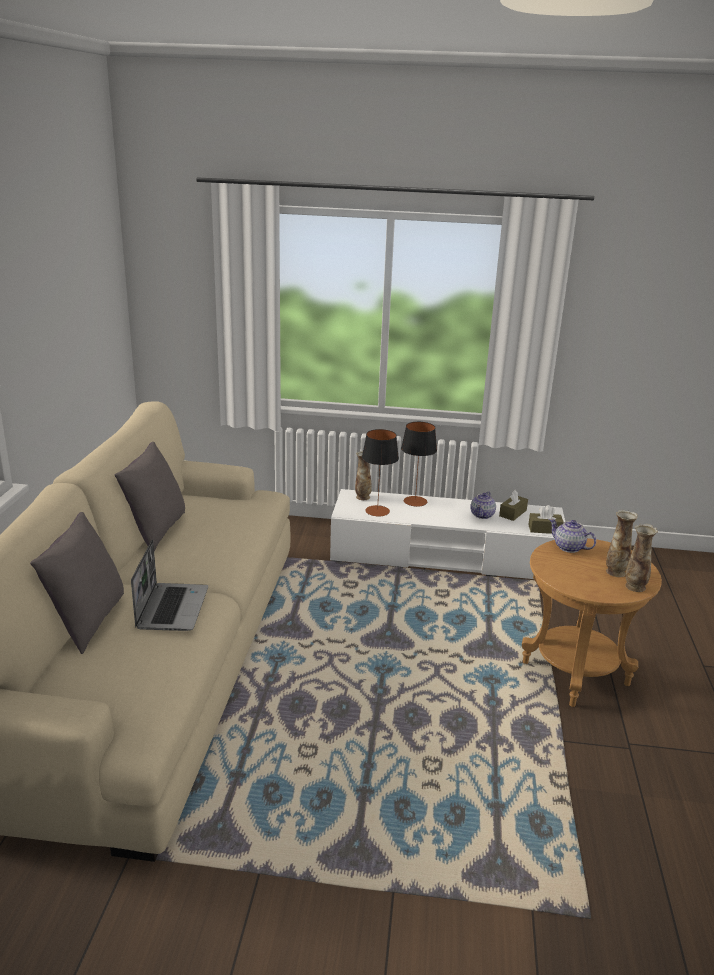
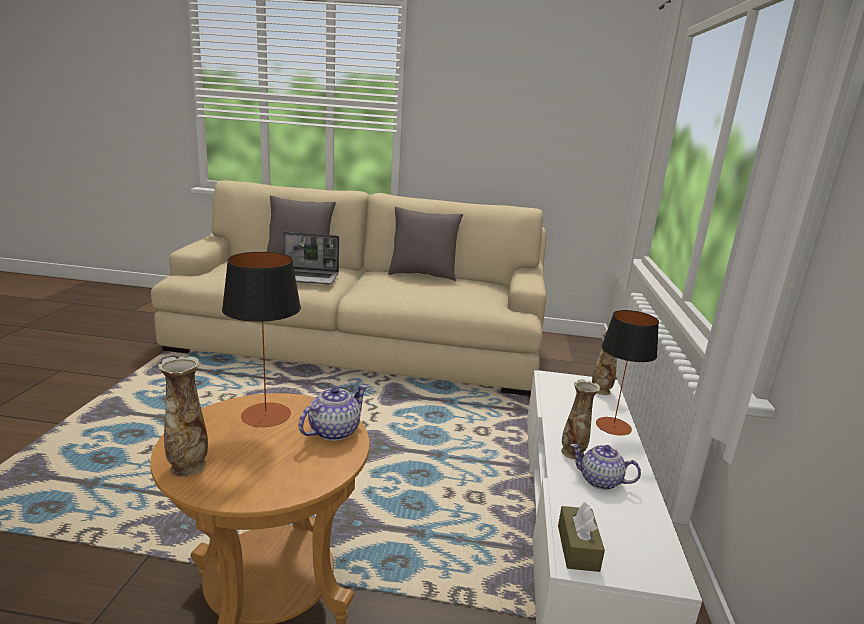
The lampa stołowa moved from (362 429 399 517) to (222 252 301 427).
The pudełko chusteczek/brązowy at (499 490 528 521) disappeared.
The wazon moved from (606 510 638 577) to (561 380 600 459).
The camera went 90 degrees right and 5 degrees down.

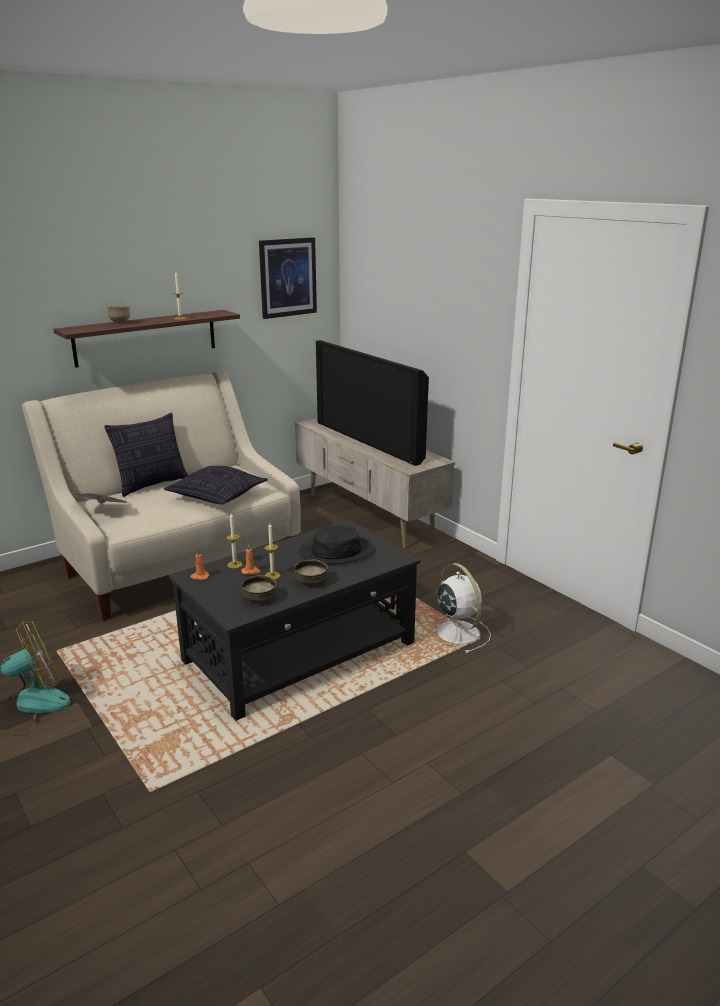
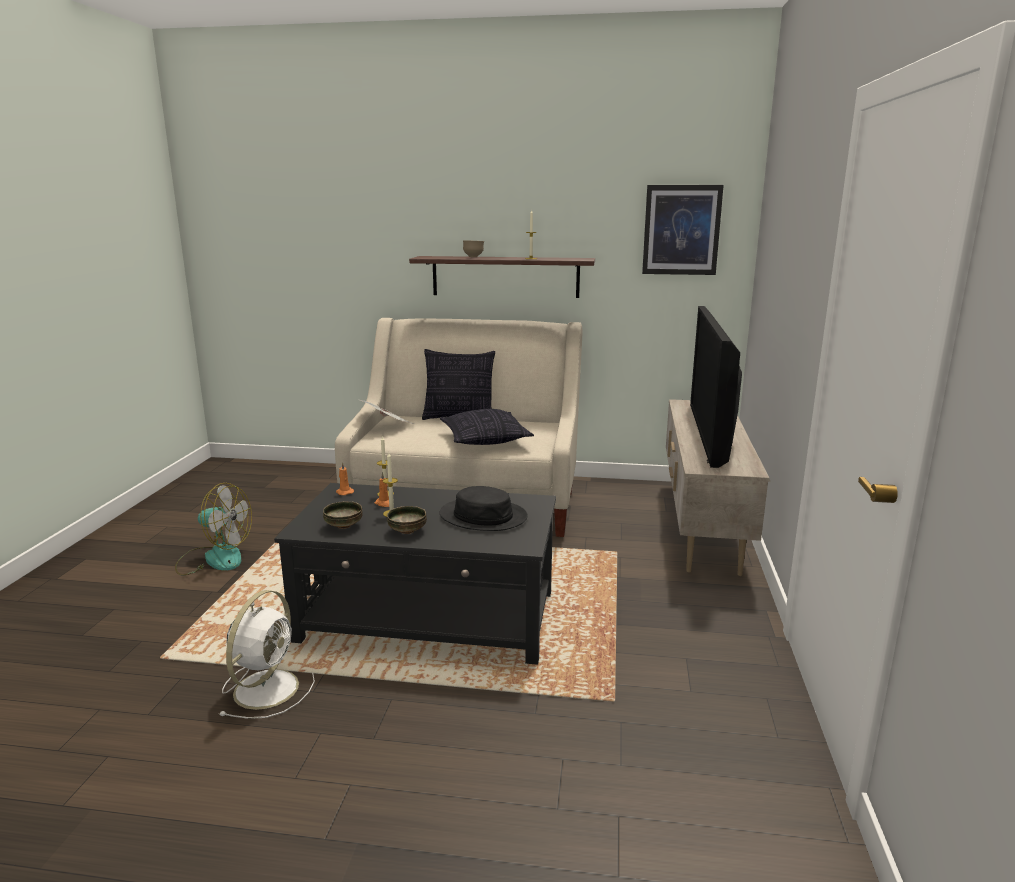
The wentylator/biały moved from (431 563 491 653) to (220 590 315 719).
The camera went 45 degrees right and 5 degrees down.

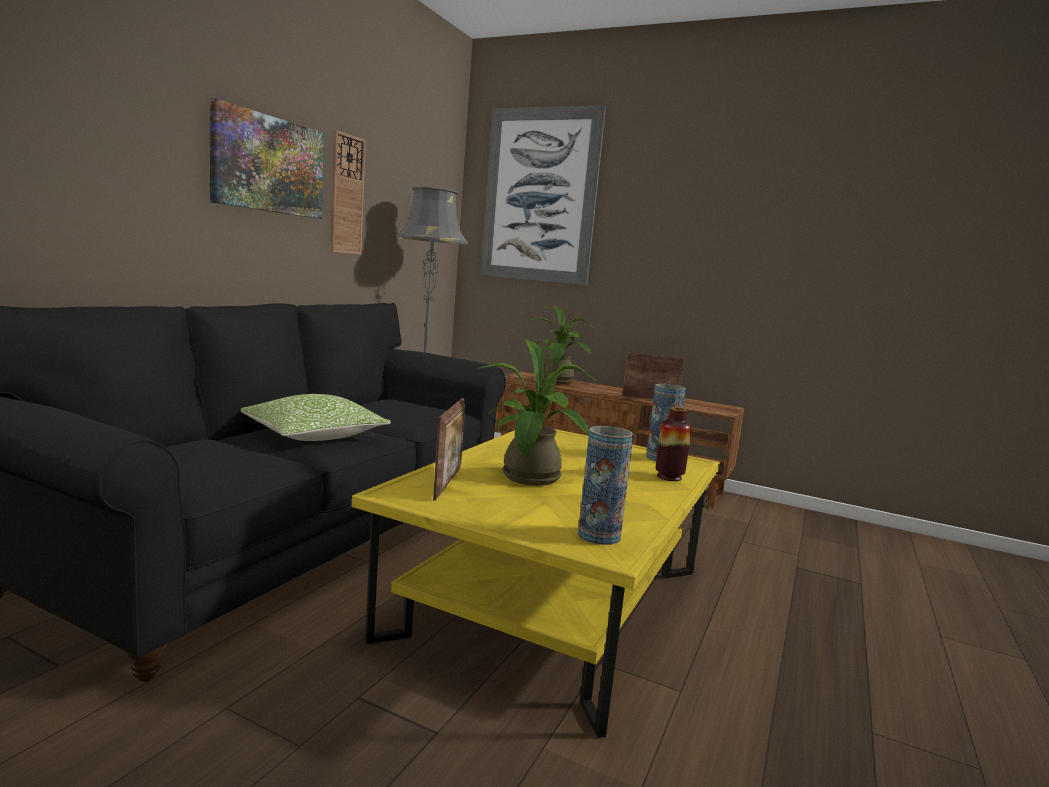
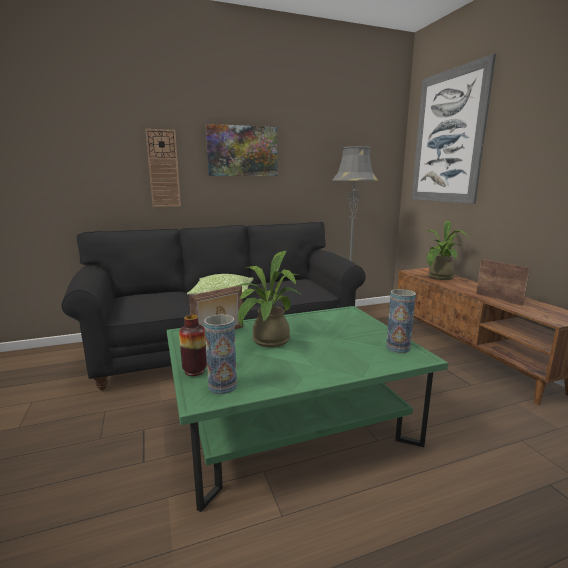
The zegar ścienny moved from (330 130 366 255) to (145 129 181 207).
The ława/żółty at (352 429 720 738) became the ława/zielony at (167 306 448 512).
The wazon moved from (656 407 692 481) to (179 315 207 376).
The camera went 45 degrees right and 5 degrees up.

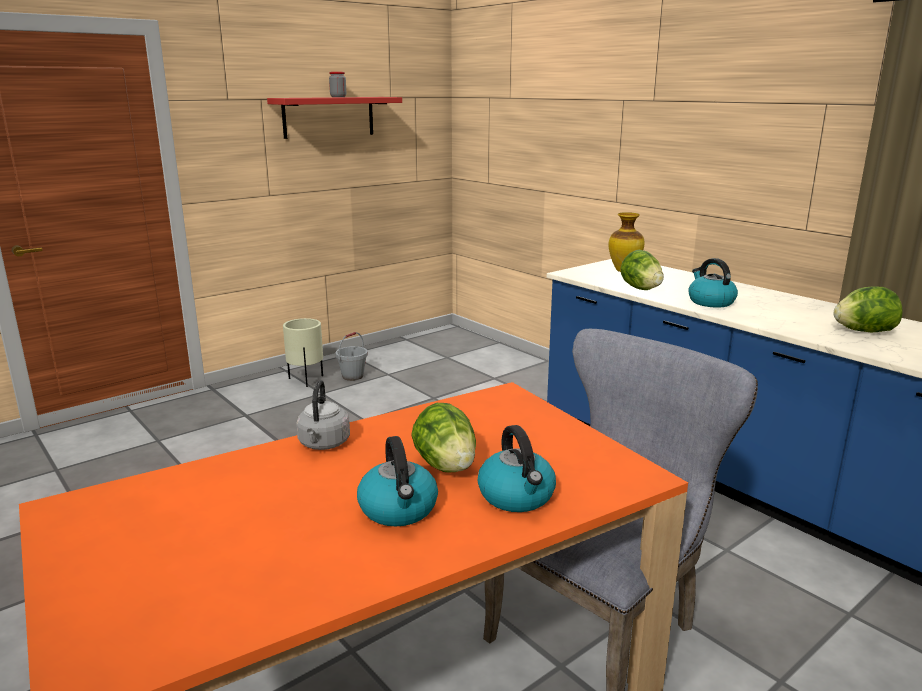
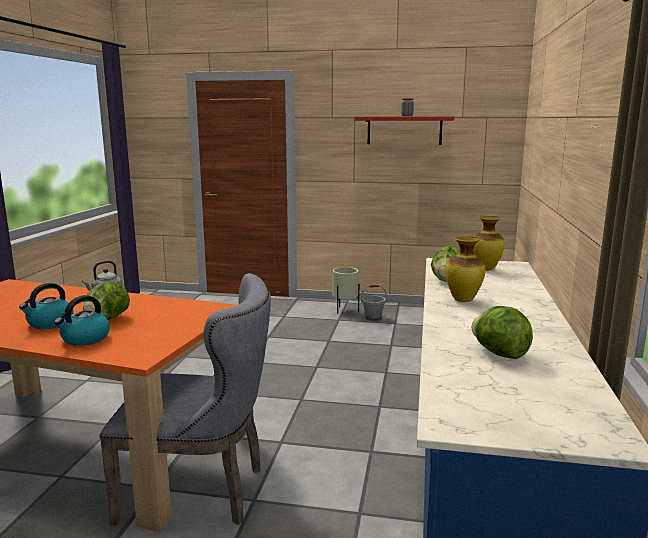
The czajnik at (688 258 738 307) was replaced by the wazon at (445 236 485 302).
The camera went 50 degrees right and 5 degrees down.

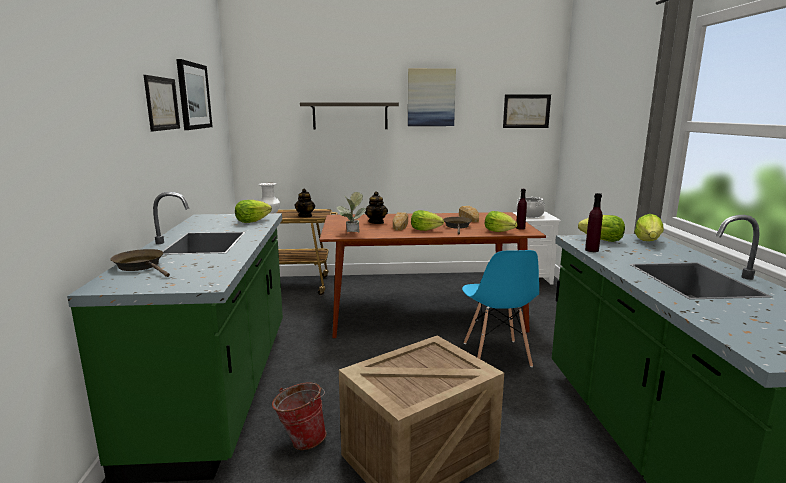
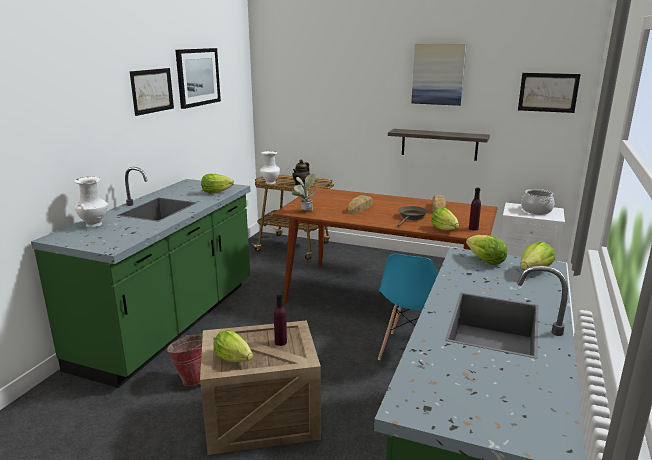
The patelnia/brązowy at (110 249 170 277) was replaced by the wazon/biały at (74 176 108 228).
The półka moved from (300 102 399 130) to (388 129 490 161).
The imbryk at (365 191 388 224) disappeared.
The sałata moved from (411 210 444 231) to (214 330 253 362).
The butelka/fioletowy moved from (585 193 603 252) to (274 293 287 346).
The camera went 25 degrees right and 5 degrees up.

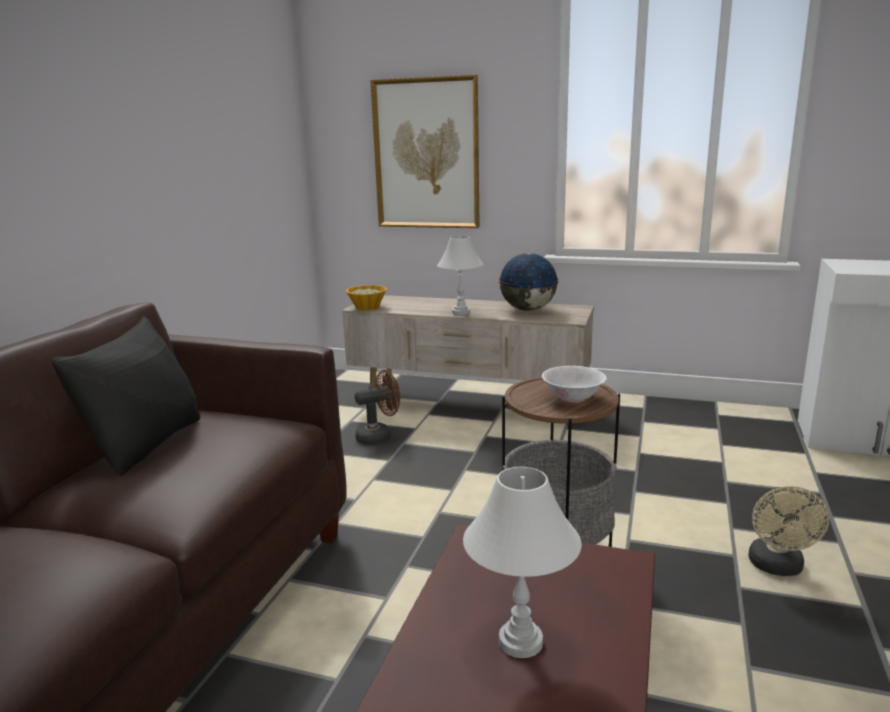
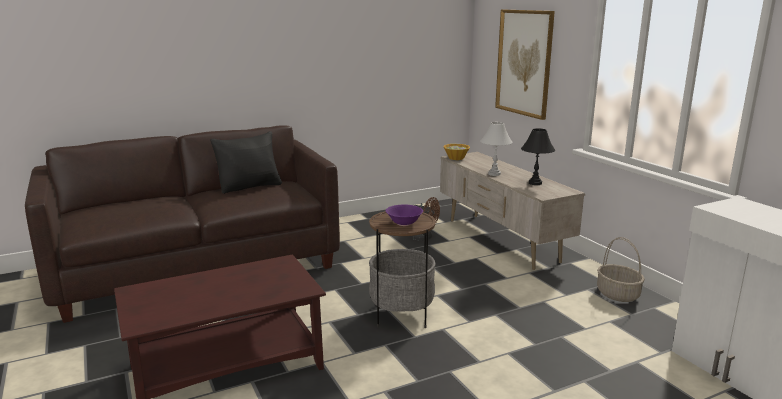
The lampa stołowa/biały at (463 467 582 658) disappeared.
The globus at (499 253 559 311) was replaced by the lampa stołowa/czarny at (521 128 555 185).
The miska/biały at (542 366 607 403) became the miska/fioletowy at (386 205 423 226).
The wentylator/beżowy at (748 486 829 576) disappeared.
The koszyk at (597 237 645 302) appeared.
The camera went 45 degrees right and 0 degrees up.

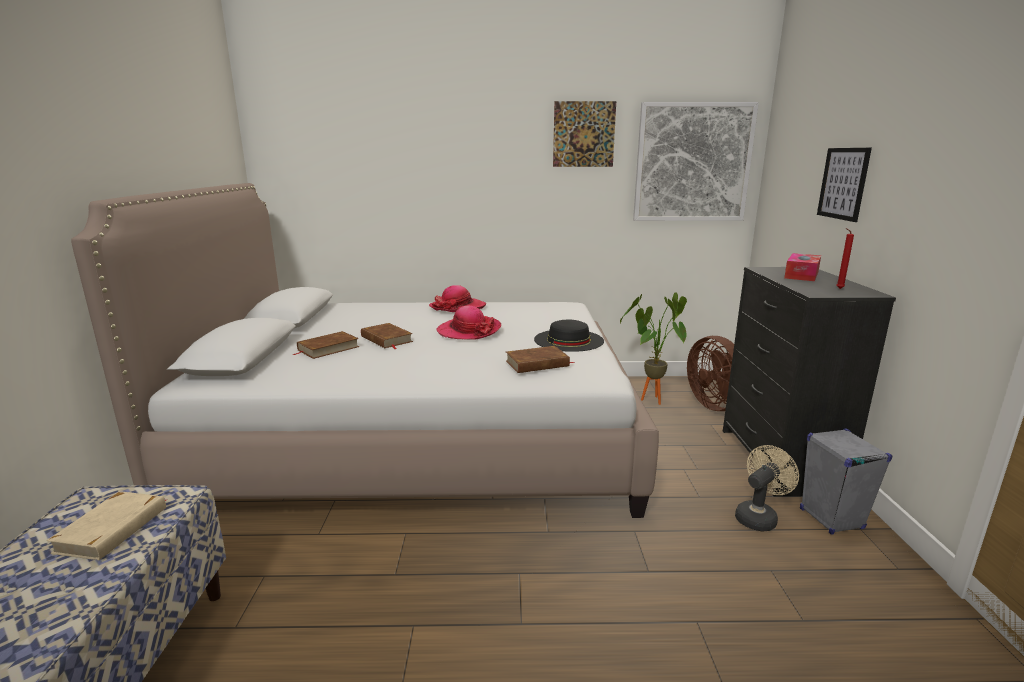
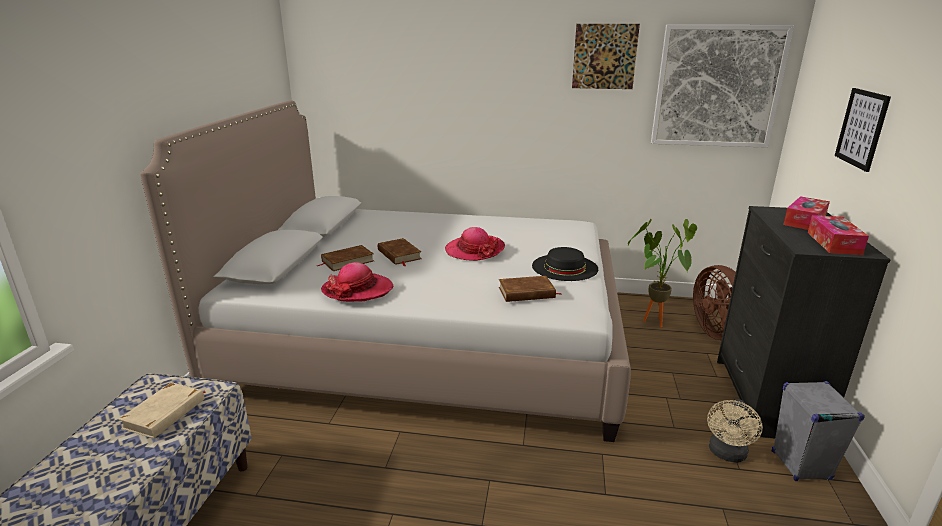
The kapelusz moved from (429 285 486 312) to (321 262 393 302).
The wentylator/beżowy at (735 445 799 532) turned 150 degrees clockwise.
The świeca/czerwony at (837 228 854 289) was replaced by the pudełko chusteczek at (808 215 869 255).
The camera went 10 degrees right and 5 degrees up.

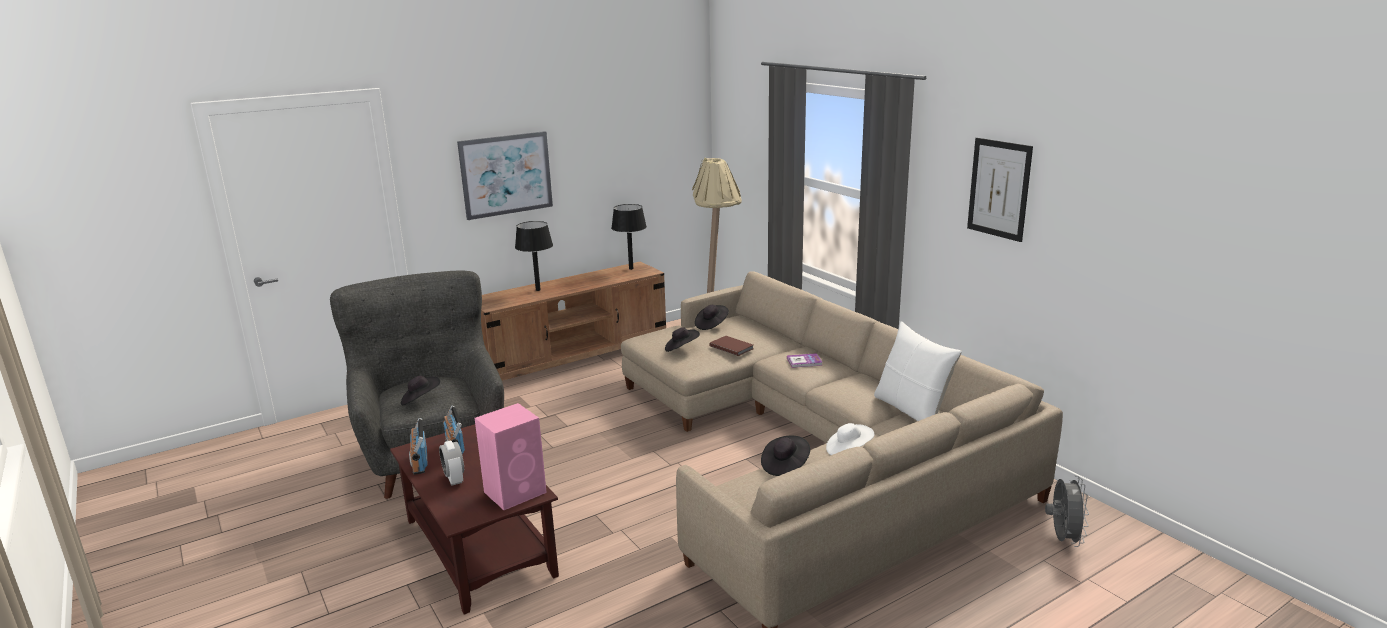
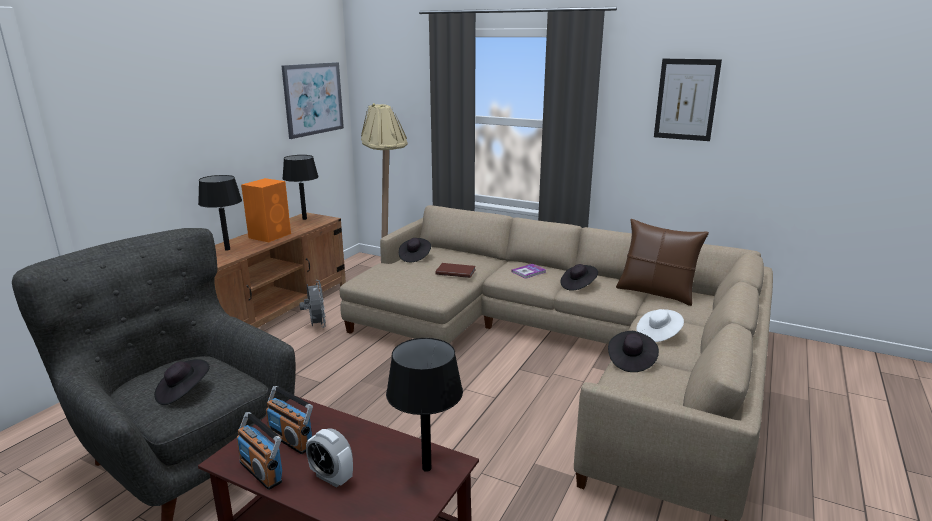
The obraz moved from (457 131 553 220) to (281 62 344 139).
The głośnik/różowy at (475 403 547 510) was replaced by the lampa stołowa/czarny at (386 338 463 472).
The kapelusz/czarny moved from (665 327 700 352) to (560 264 598 290).
The poduszka/biały at (874 321 962 421) became the poduszka/brązowy at (616 219 709 306).
The wentylator/szary moved from (1045 476 1089 547) to (299 280 326 328).
The głośnik/pomarańczowy at (241 178 291 242) appeared.
The camera went 30 degrees left and 0 degrees up.

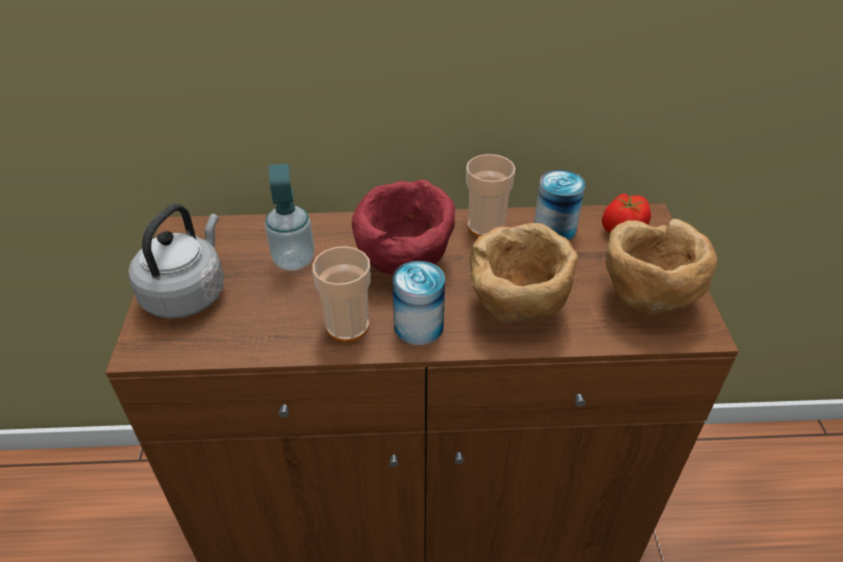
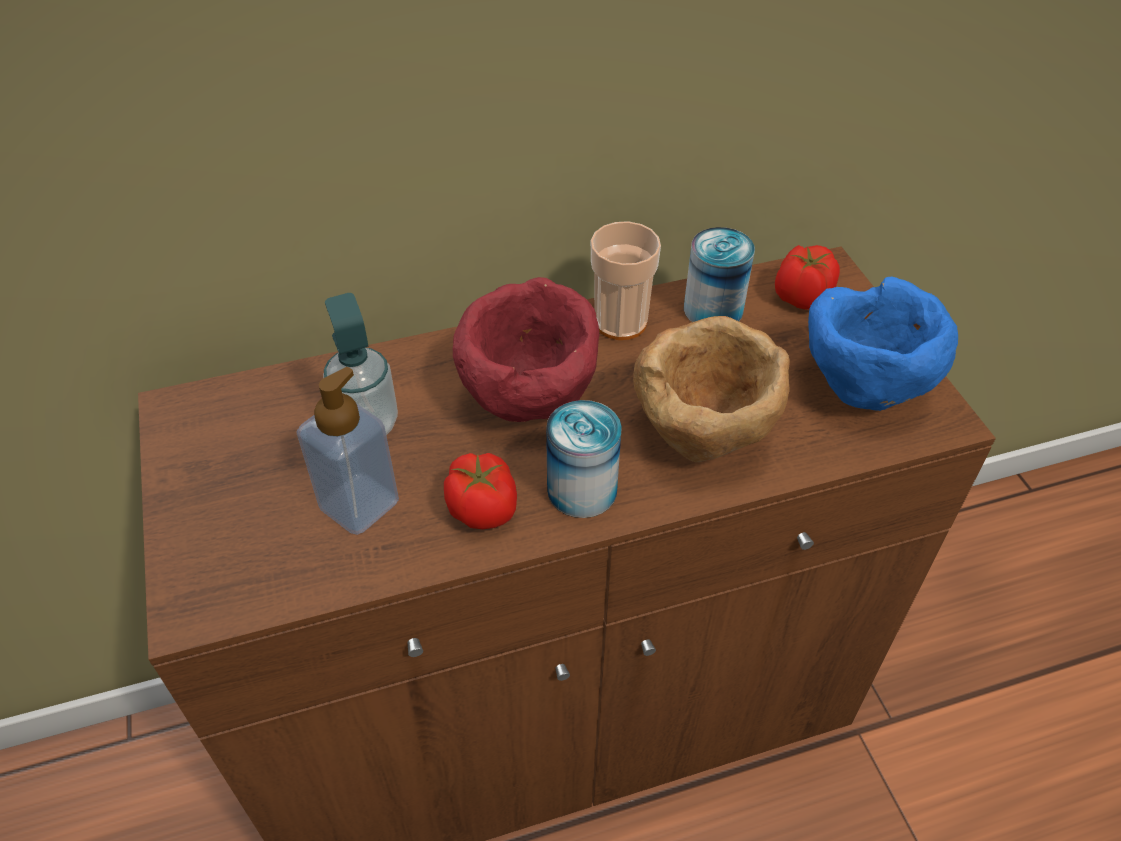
The czajnik/szary at (128 204 224 319) disappeared.
The filiżanka at (312 246 371 342) was replaced by the pomidor at (444 453 517 529).
The miska/brązowy at (605 219 718 315) became the miska/niebieski at (808 276 958 411).
The dozownik mydła at (296 367 399 535) appeared.
The camera went 15 degrees left and 5 degrees up.

